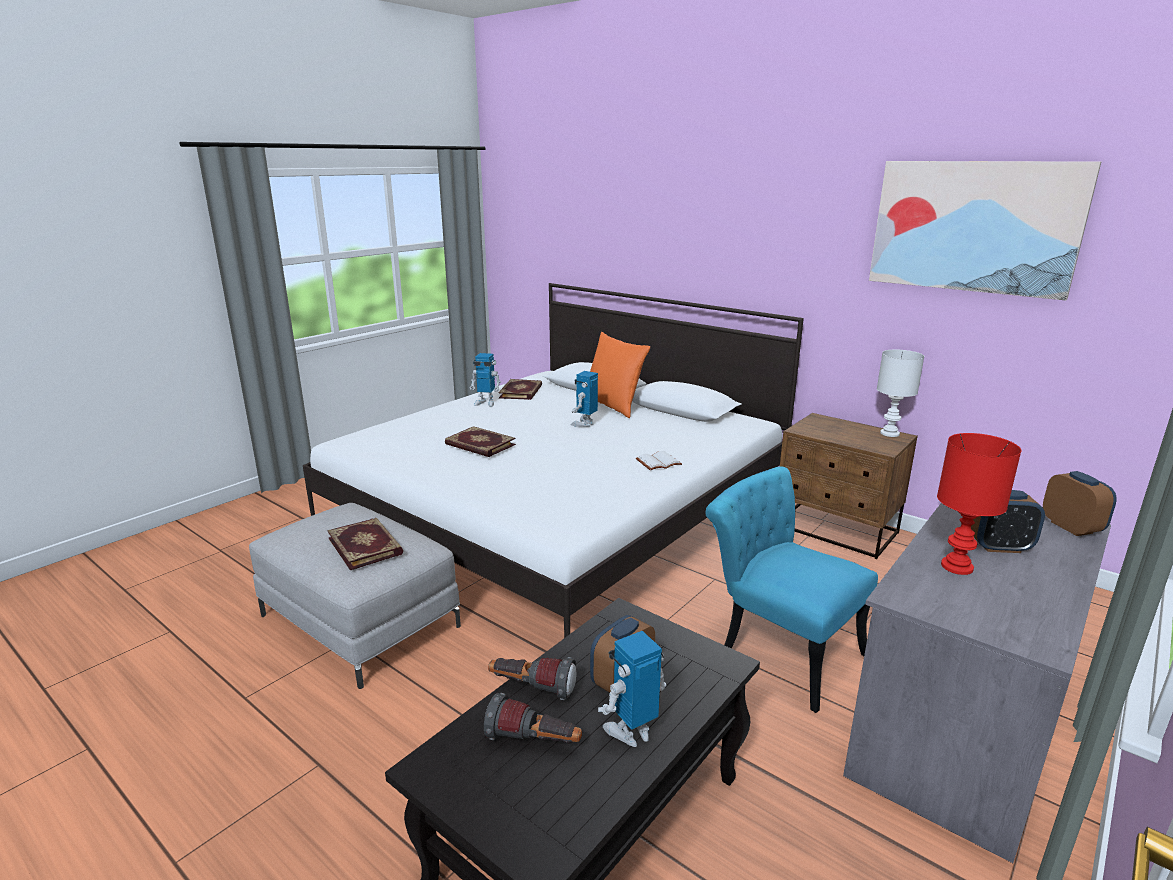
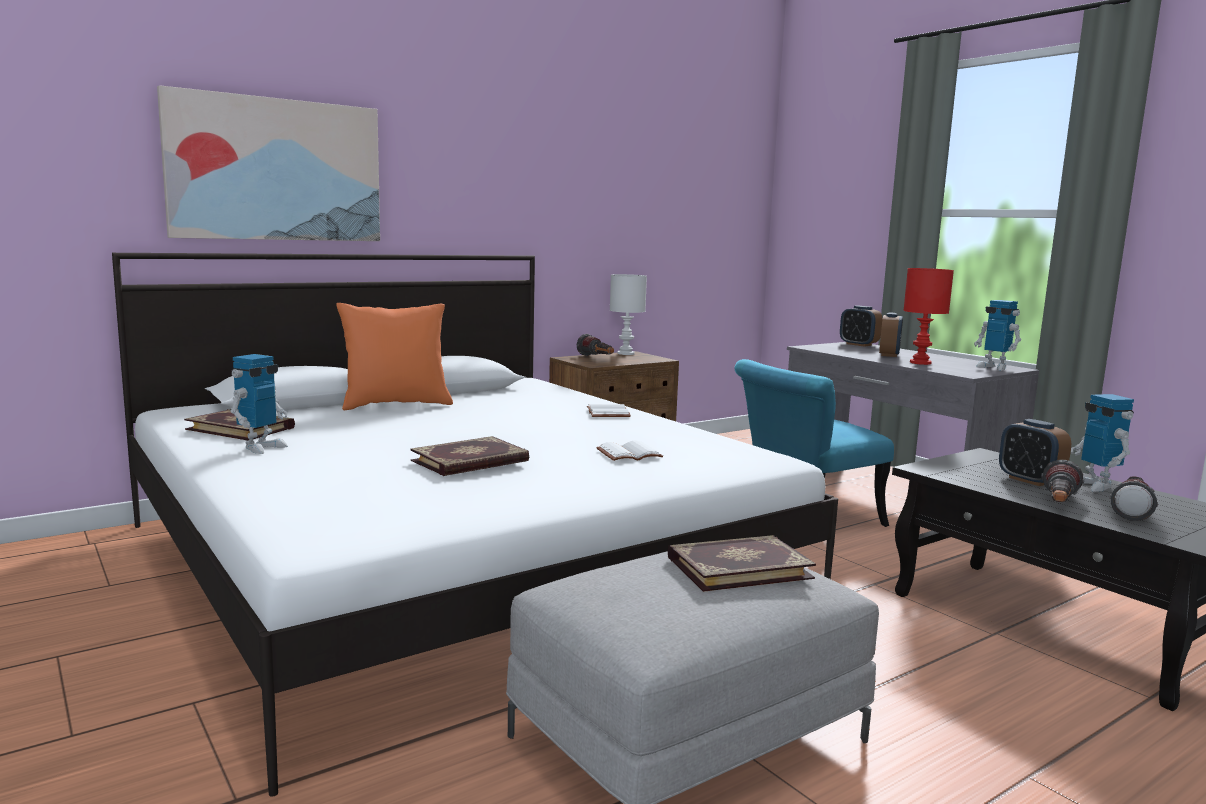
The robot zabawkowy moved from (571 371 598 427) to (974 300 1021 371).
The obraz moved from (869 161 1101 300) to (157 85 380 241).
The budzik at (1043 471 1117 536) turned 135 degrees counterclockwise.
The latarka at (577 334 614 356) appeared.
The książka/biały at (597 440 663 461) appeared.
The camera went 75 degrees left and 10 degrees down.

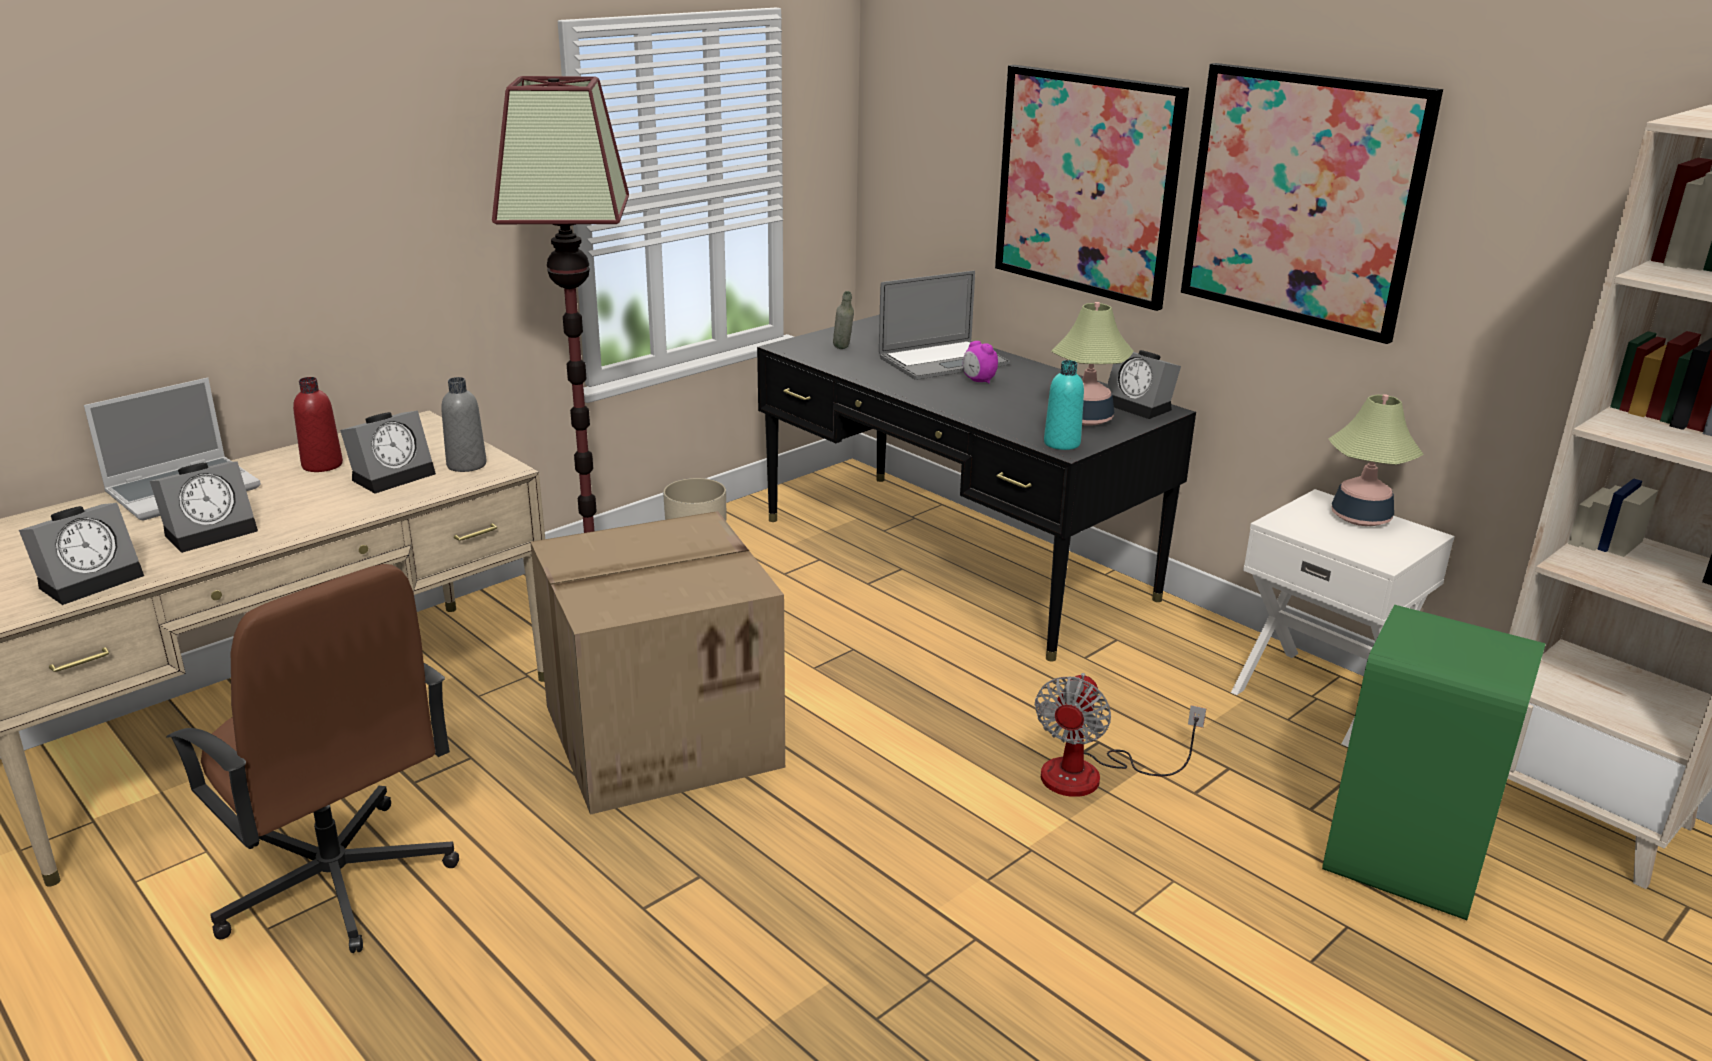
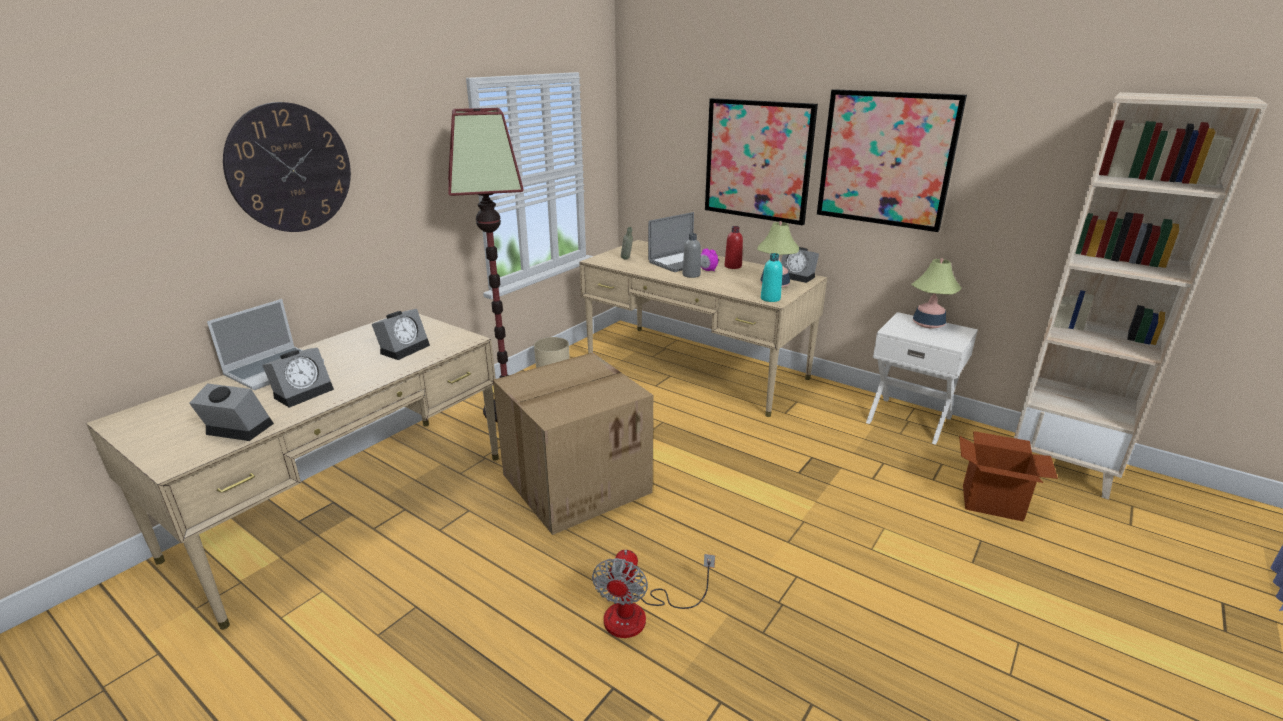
The budzik at (19 503 144 605) turned 105 degrees counterclockwise.
The krzesło biurowe/brązowy at (166 564 459 953) disappeared.
The butelka/czerwony moved from (293 377 343 472) to (725 226 743 269).
The butelka/szary moved from (441 377 487 472) to (683 233 701 278).
The biurko/czarny at (757 315 1196 662) became the biurko/beżowy at (579 240 827 417).
The wentylator moved from (1035 673 1206 797) to (592 550 715 638).
The kosz na śmieci/zielony at (1322 605 1546 920) was replaced by the karton at (959 431 1058 521).
The zegar ścienny at (223 102 351 232) appeared.
The camera went 10 degrees left and 0 degrees up.

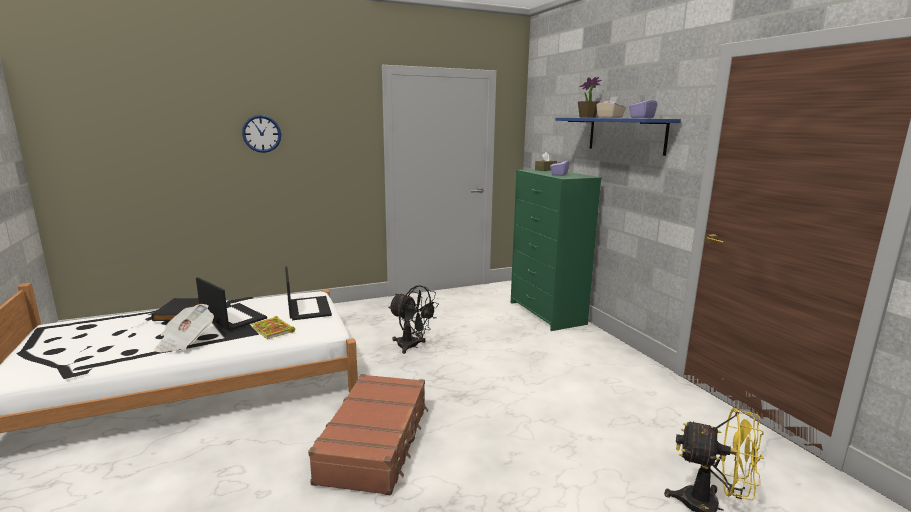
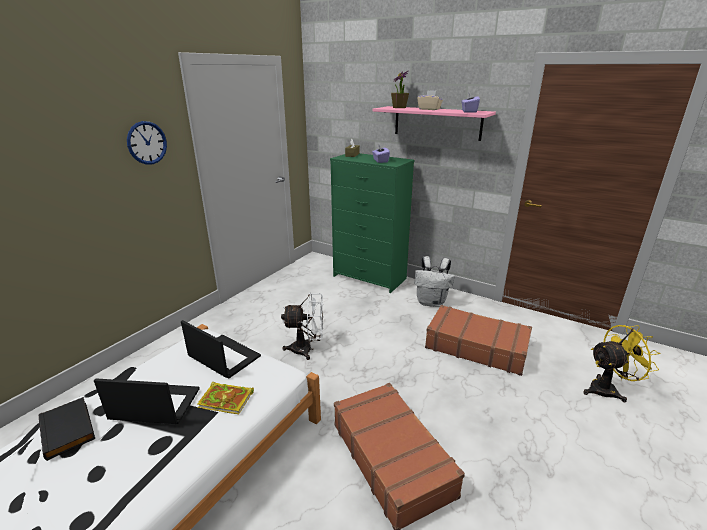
The gazeta at (154 304 214 352) disappeared.
The zegar ścienny moved from (242 115 281 153) to (127 121 167 165).
The wentylator/czarny at (388 285 439 354) became the wentylator/biały at (281 292 324 360).
The półka/niebieski at (556 118 681 156) became the półka/różowy at (373 106 496 141).
The plecak/biały at (414 256 454 307) appeared.
The walizka/brązowy at (425 305 532 376) appeared.
The camera went 35 degrees left and 10 degrees up.

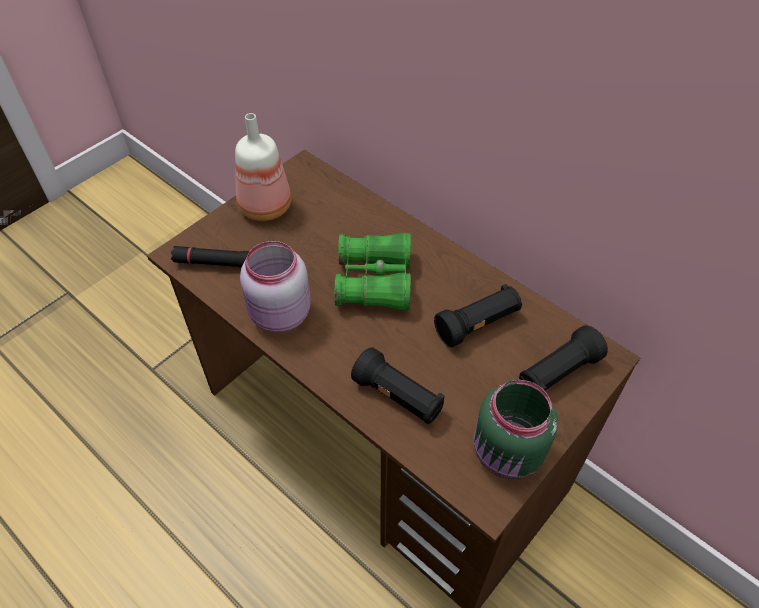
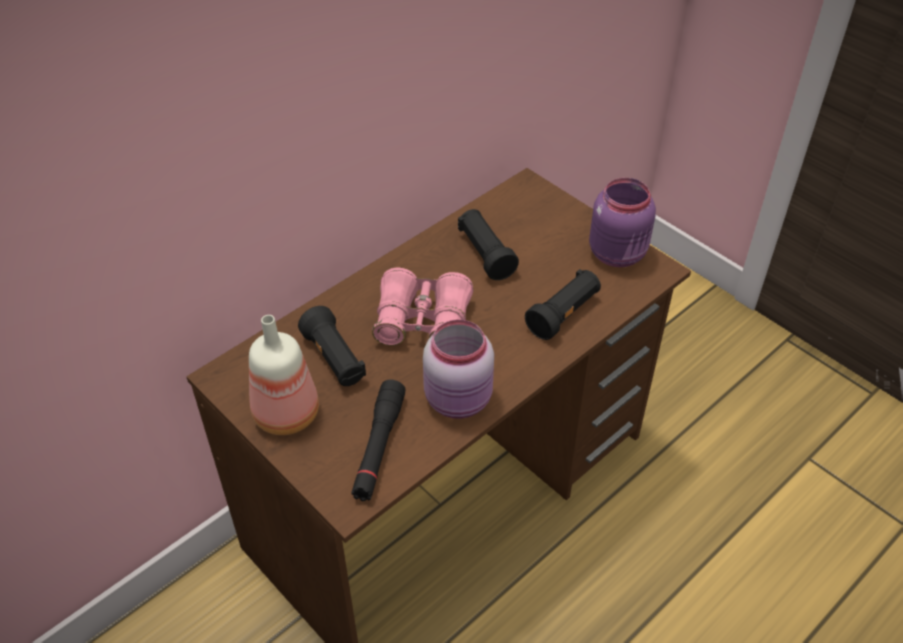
The lornetka/zielony at (335 233 411 311) became the lornetka/różowy at (372 268 473 346).
The słoik/zielony at (474 380 558 479) became the słoik/fioletowy at (589 178 656 267).
The latarka/czarny moved from (519 326 608 390) to (298 306 366 386).
The camera went 85 degrees left and 5 degrees down.

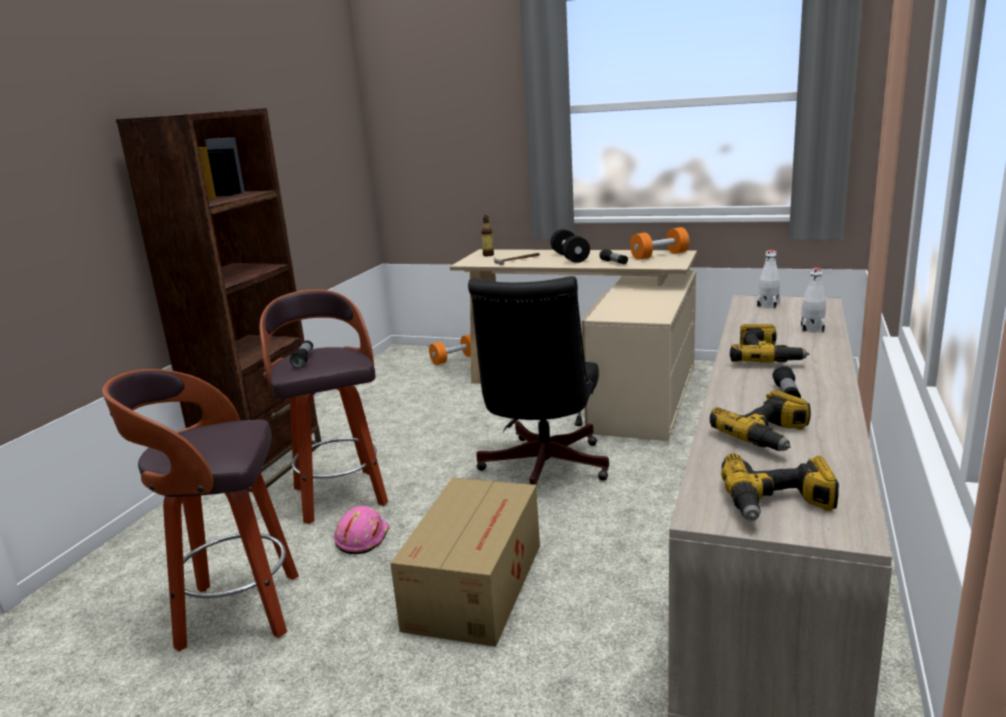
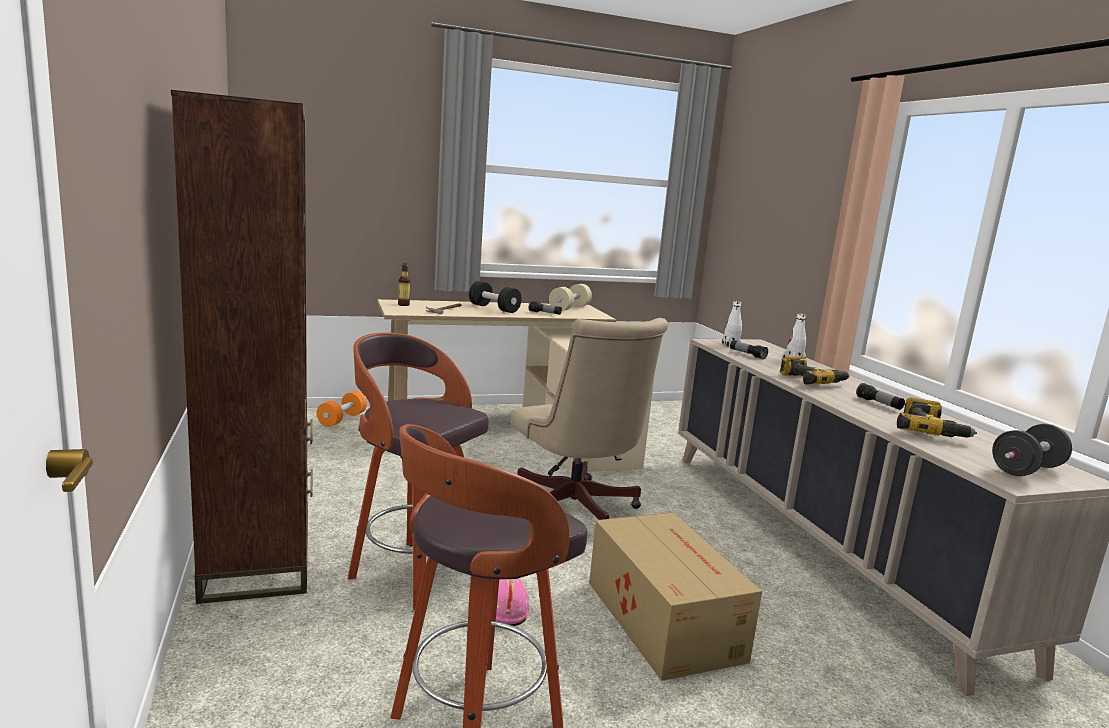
The latarka moved from (290 340 313 368) to (730 340 768 359).
The krzesło biurowe/czarny at (468 276 609 485) became the krzesło biurowe/beżowy at (511 318 668 520).
The hantel/pomarańczowy at (630 227 689 260) became the hantel/beżowy at (549 284 592 311).
The wiertarka at (721 453 839 521) was replaced by the hantel/czarny at (992 424 1072 476).
The camera went 40 degrees left and 5 degrees down.

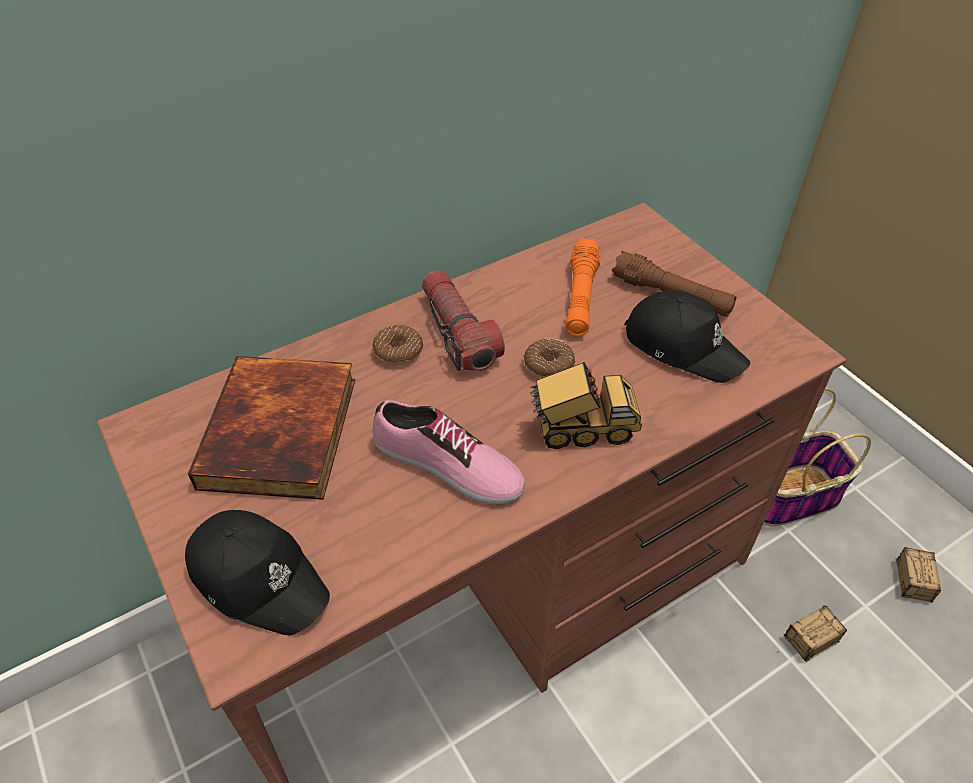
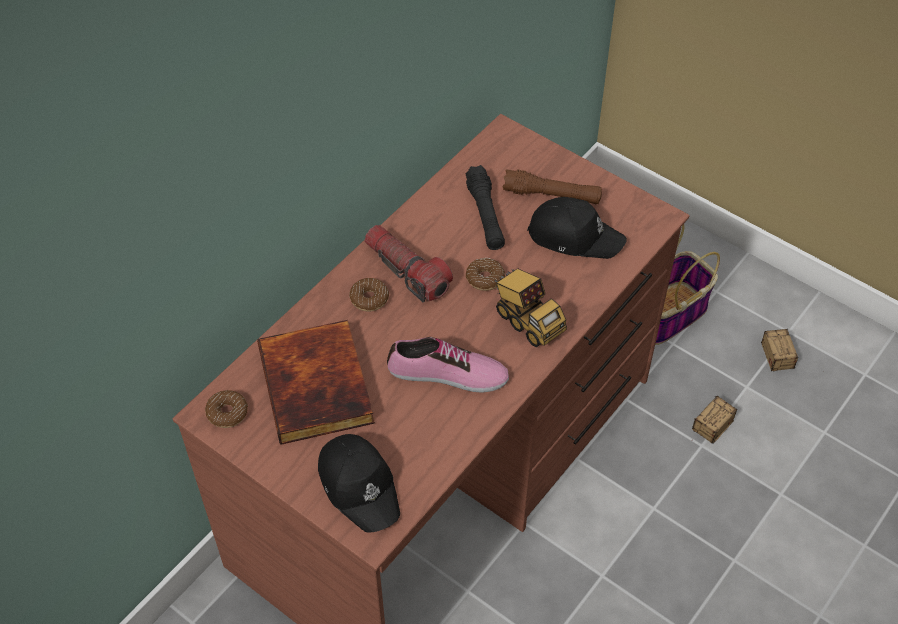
The czapka z daszkiem/czarny at (185 510 330 636) turned 45 degrees clockwise.
The ciężarówka zabawkowa at (530 362 642 449) turned 75 degrees clockwise.
The latarka/pomarańczowy at (565 238 601 336) became the latarka/czarny at (465 165 505 250).
The donut at (205 390 248 428) appeared.
The camera went 20 degrees left and 5 degrees up.

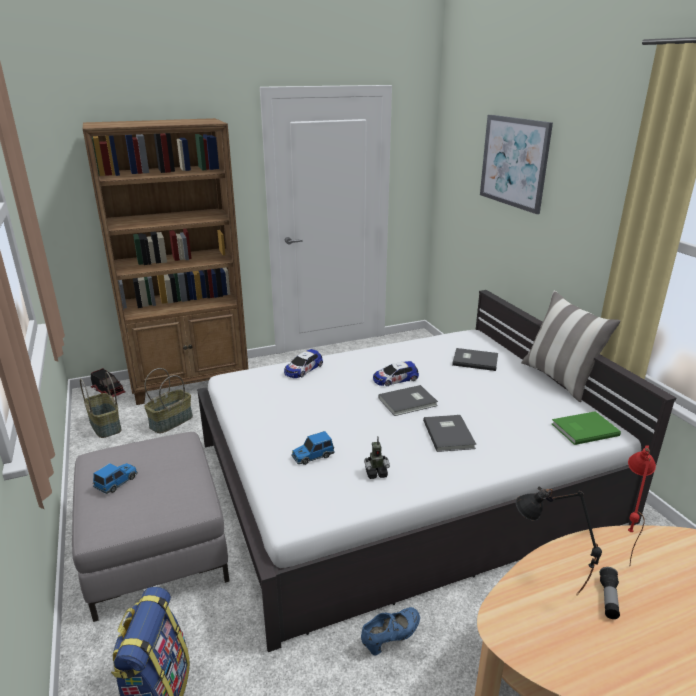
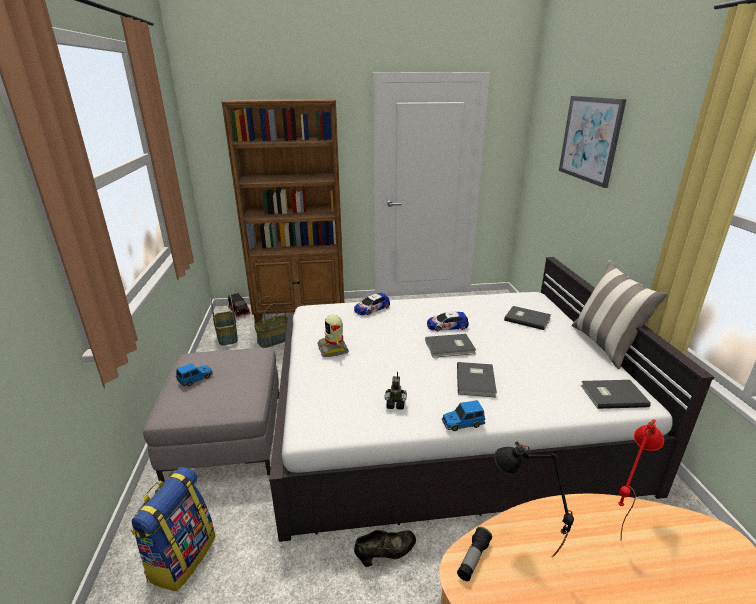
The samochodzik moved from (291 431 335 465) to (442 400 486 431).
The but/niebieski at (361 607 420 655) became the but/czarny at (354 530 416 567).
The książka/zielony at (552 411 621 445) became the książka/szary at (581 380 651 409).
The latarka moved from (599 567 620 619) to (457 527 492 581).
The robot zabawkowy at (317 315 349 357) appeared.
The camera went 15 degrees right and 0 degrees up.

